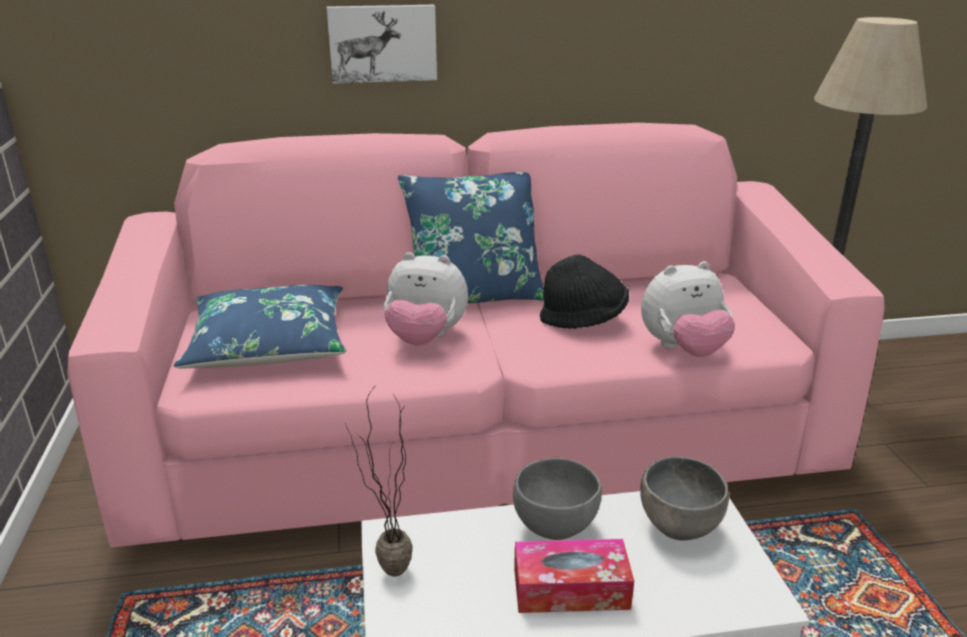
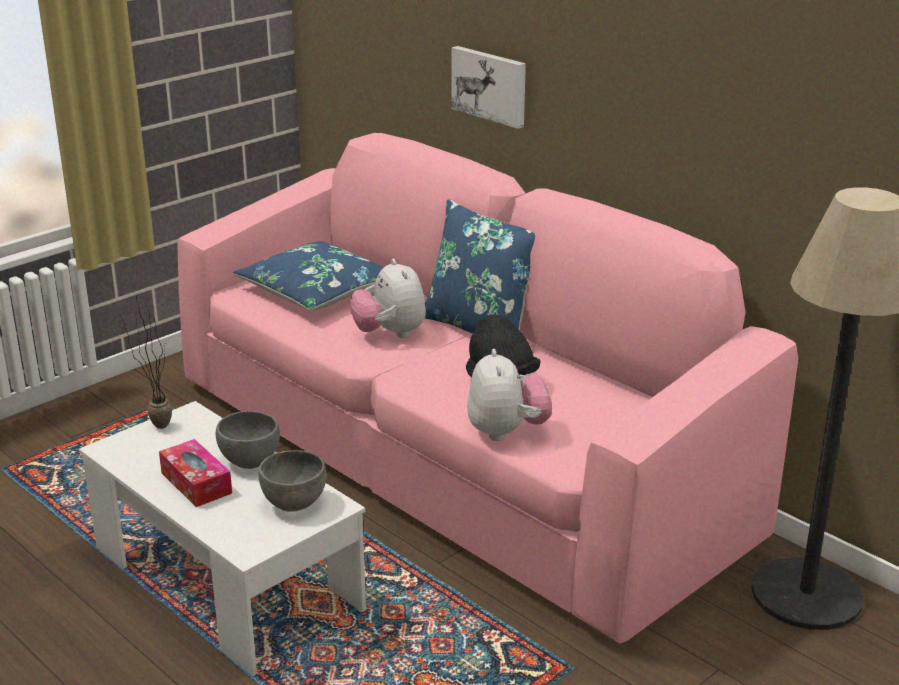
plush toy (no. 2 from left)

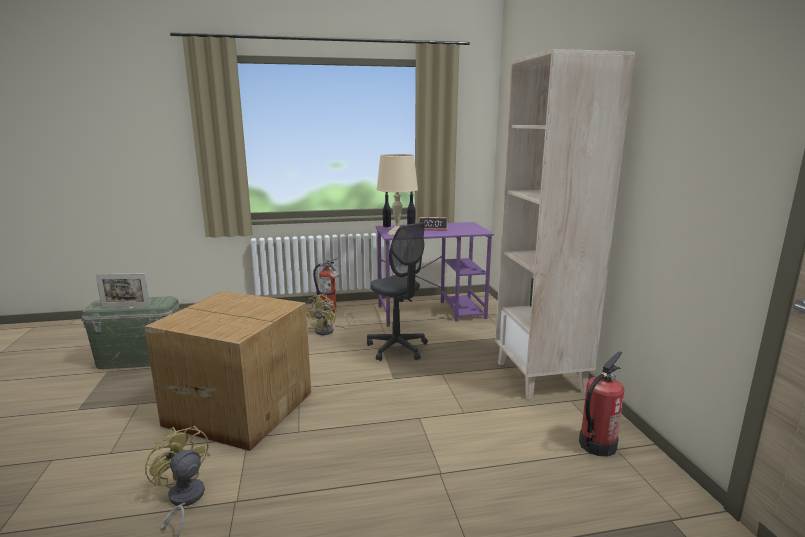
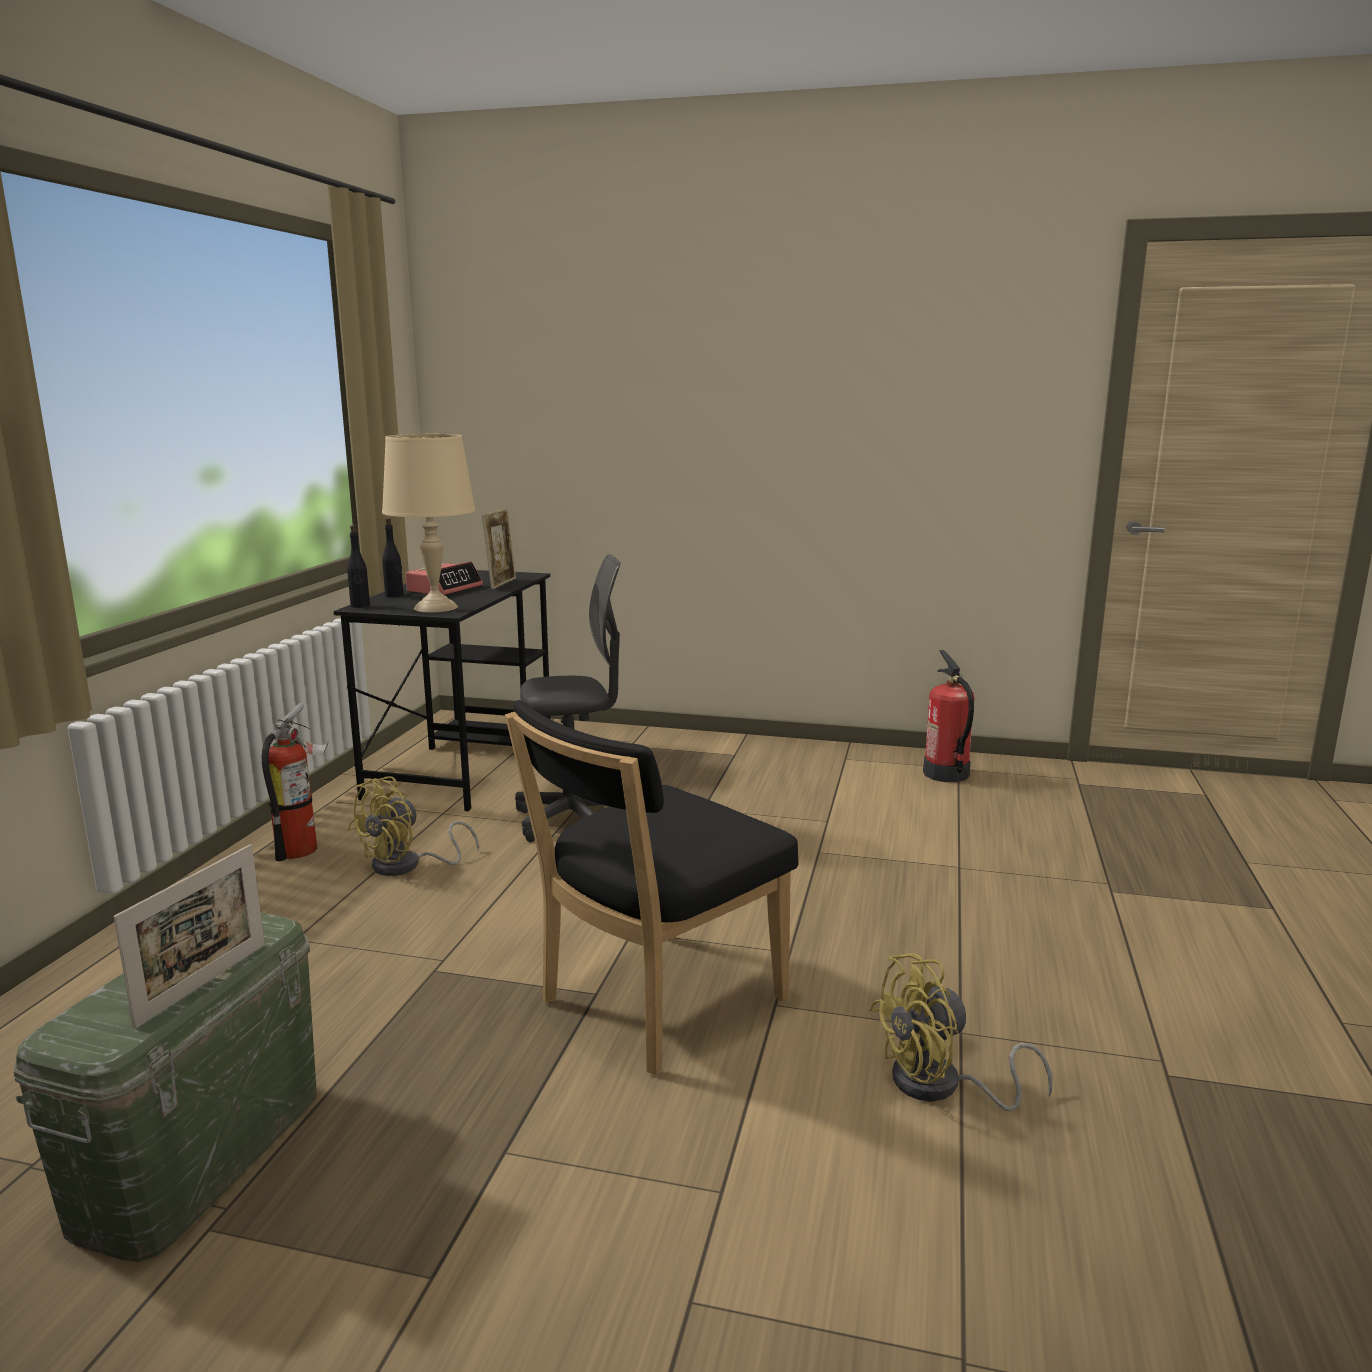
chair in black
fan in yellow (no. 1 from left)
desk in black
bookcase in beige
picture frame (no. 2 from left)

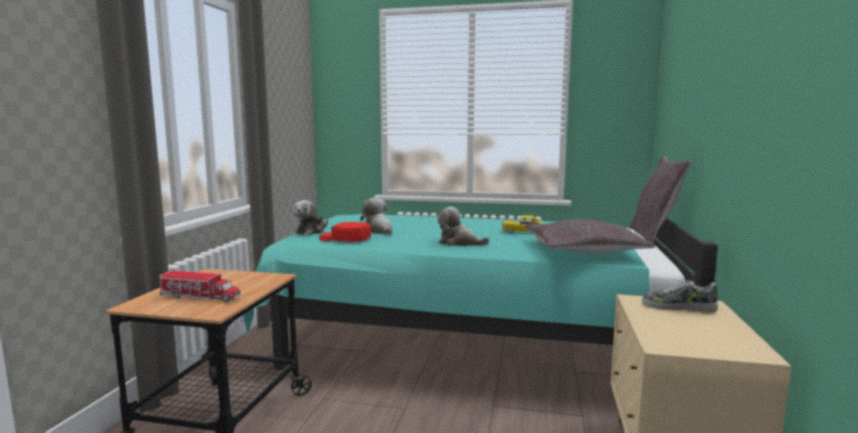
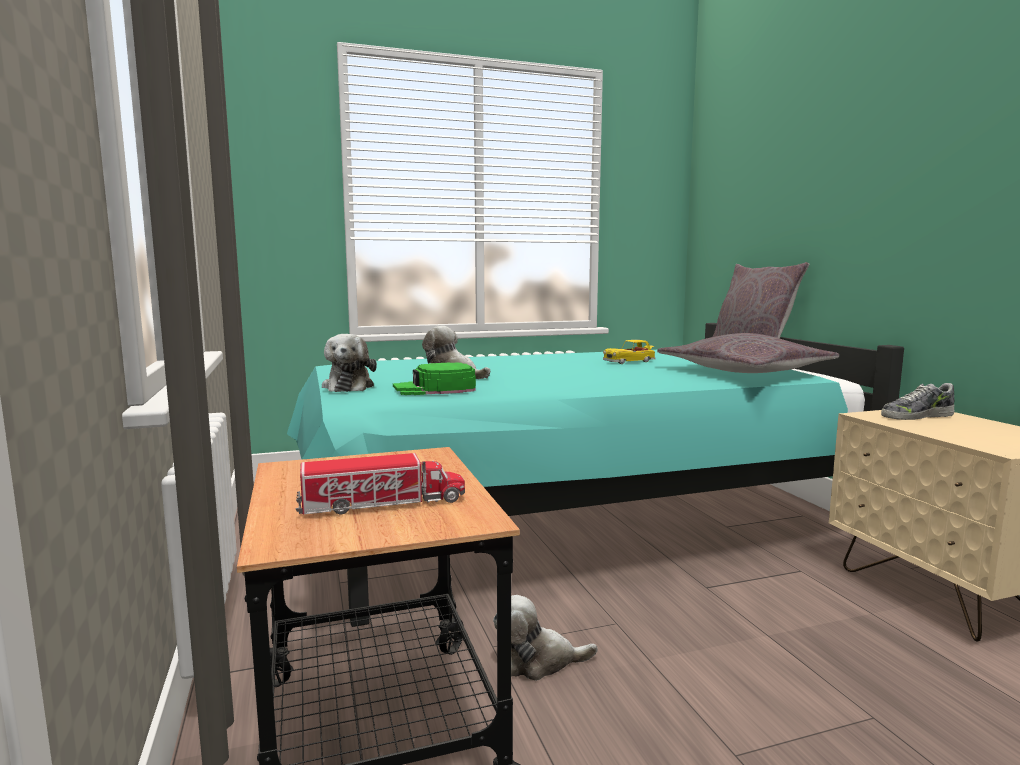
cap in green
plush toy (no. 3 from left)

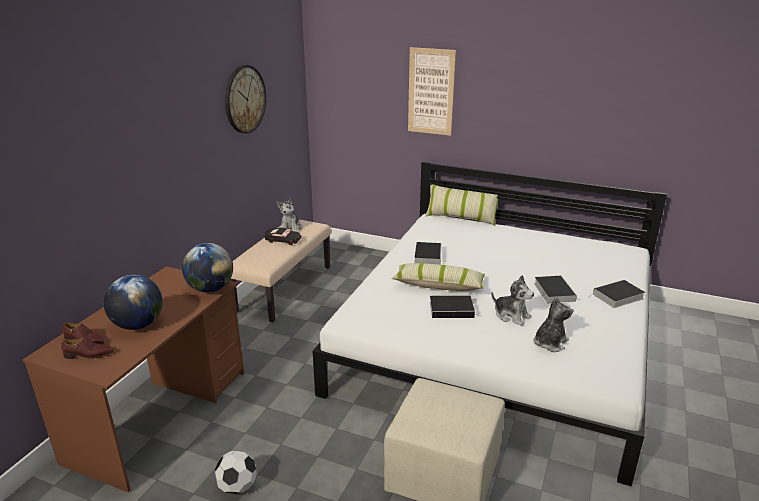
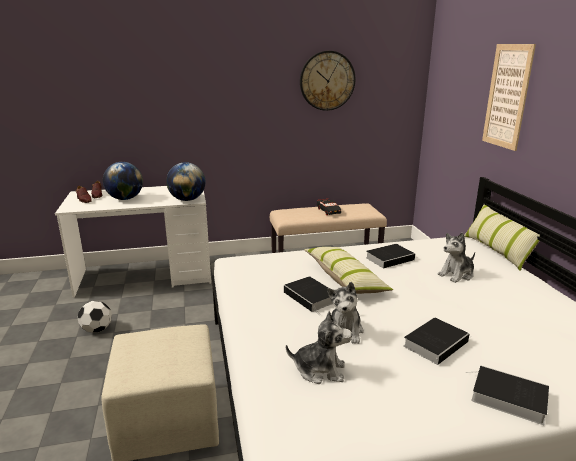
desk in white
plush toy (no. 3 from left)

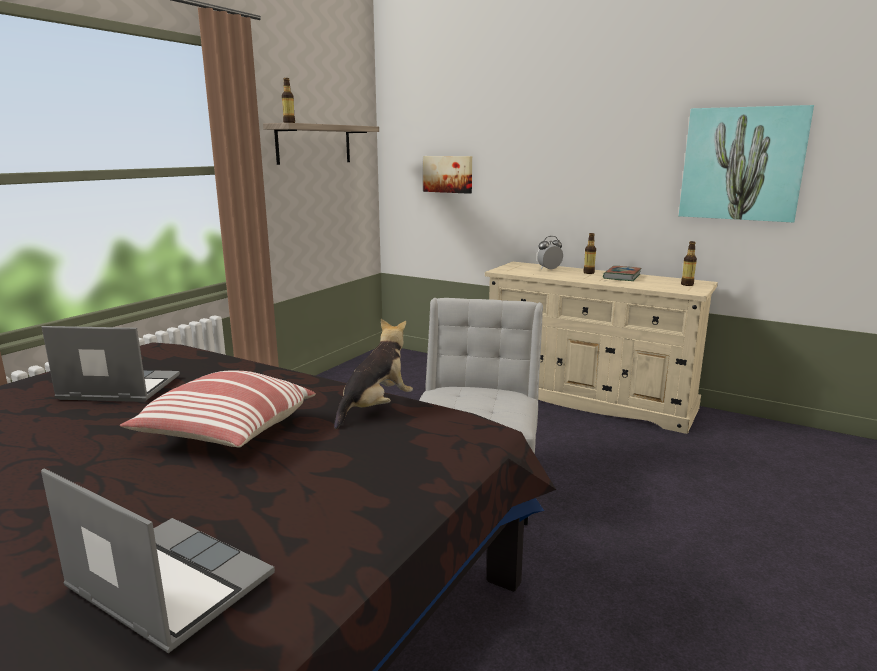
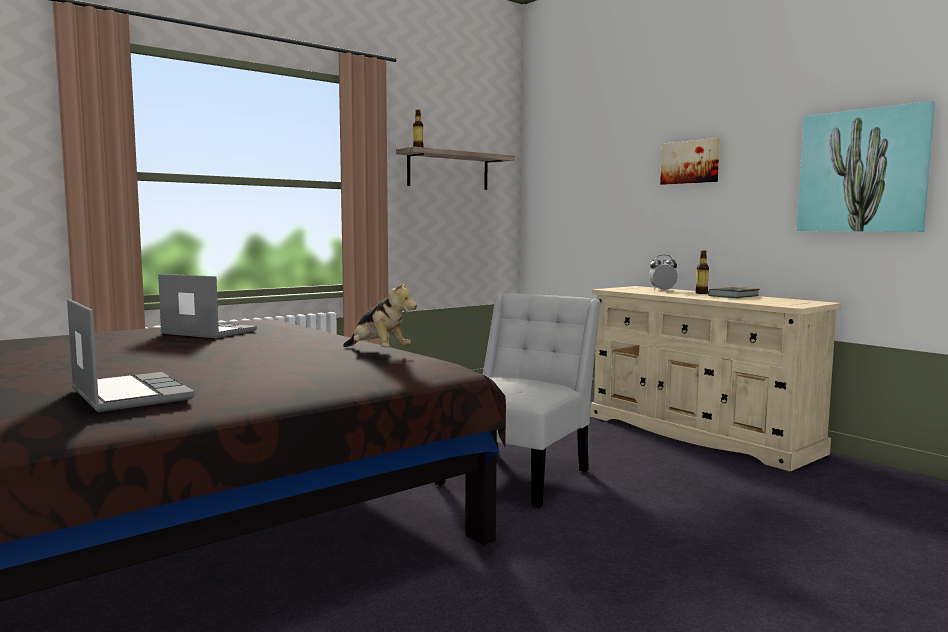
pillow
plush toy
picture (no. 1 from left)
bottle (no. 3 from left in the first image)

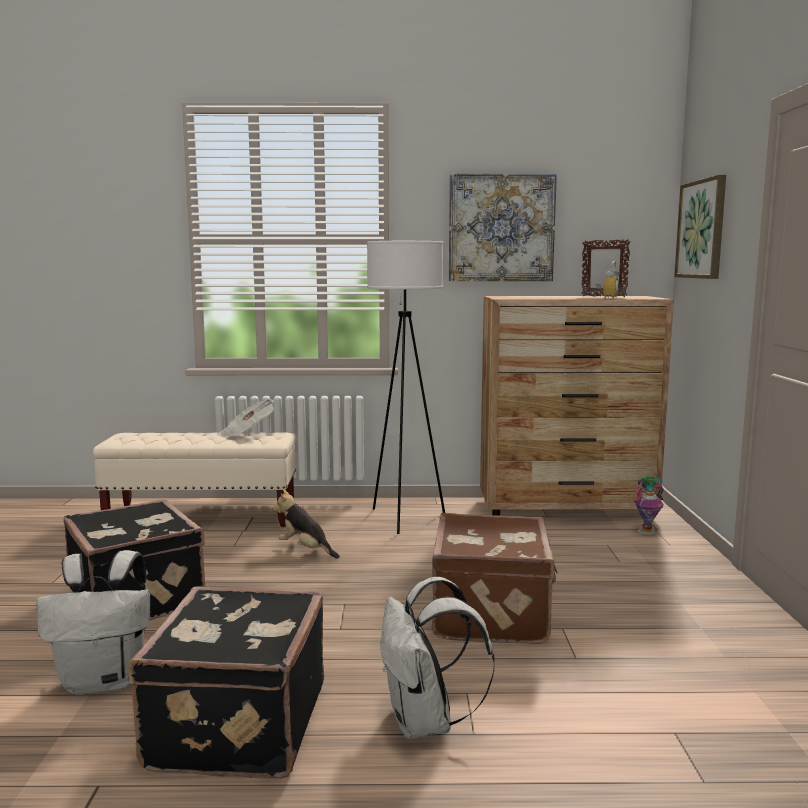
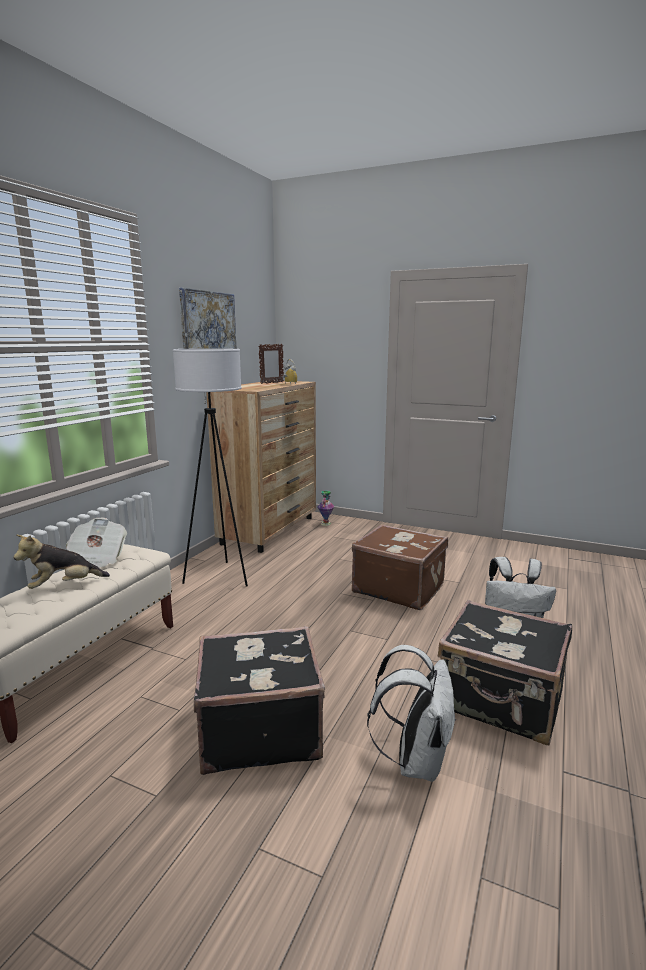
plush toy
picture (no. 2 from left in the first image)

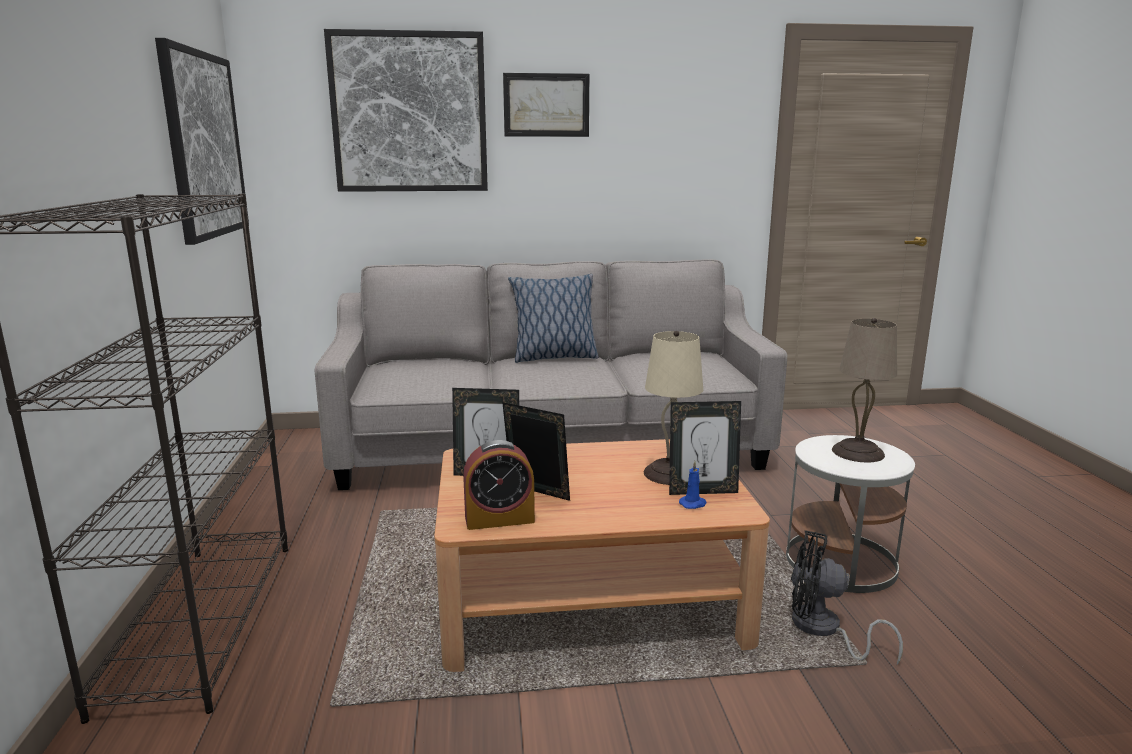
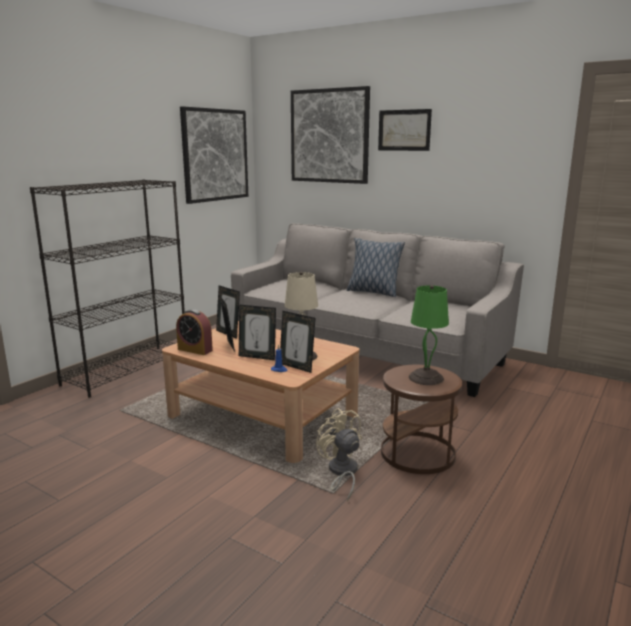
side table in brown
fan in beige
table lamp in green
picture frame (no. 3 from left)

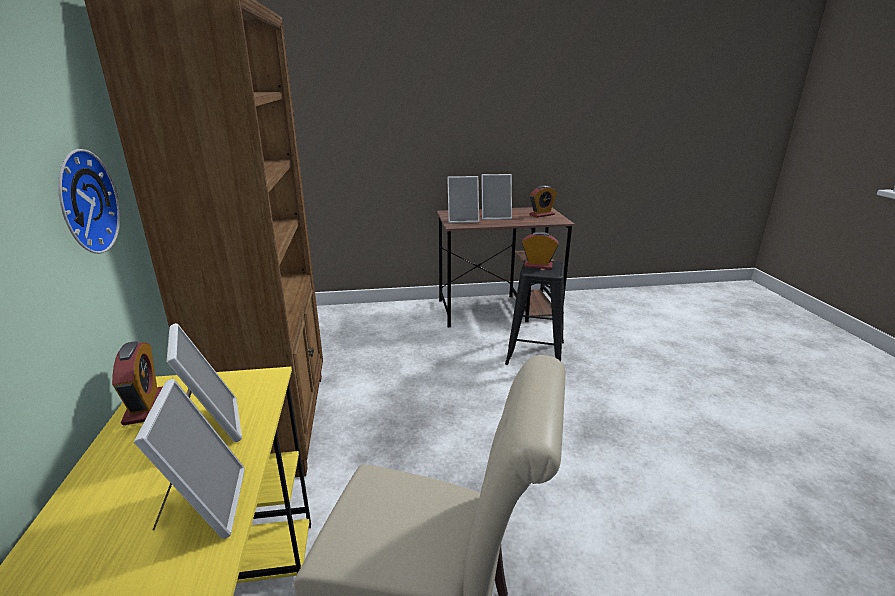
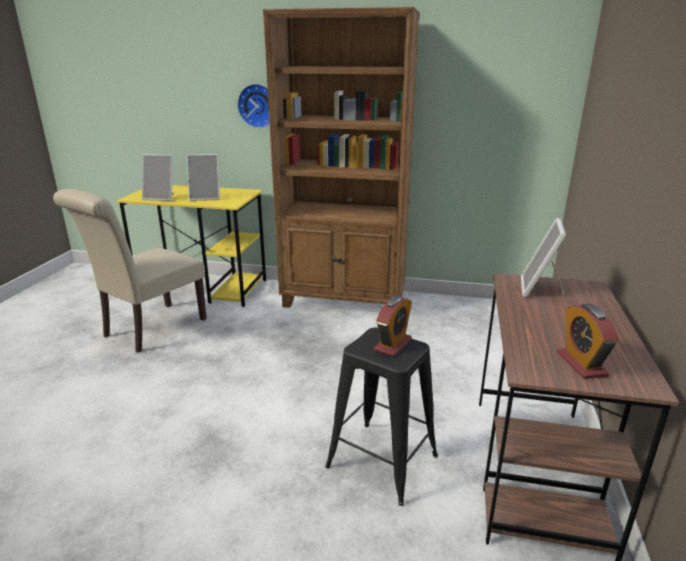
alarm clock (no. 1 from left in the first image)
picture frame (no. 4 from left in the first image)

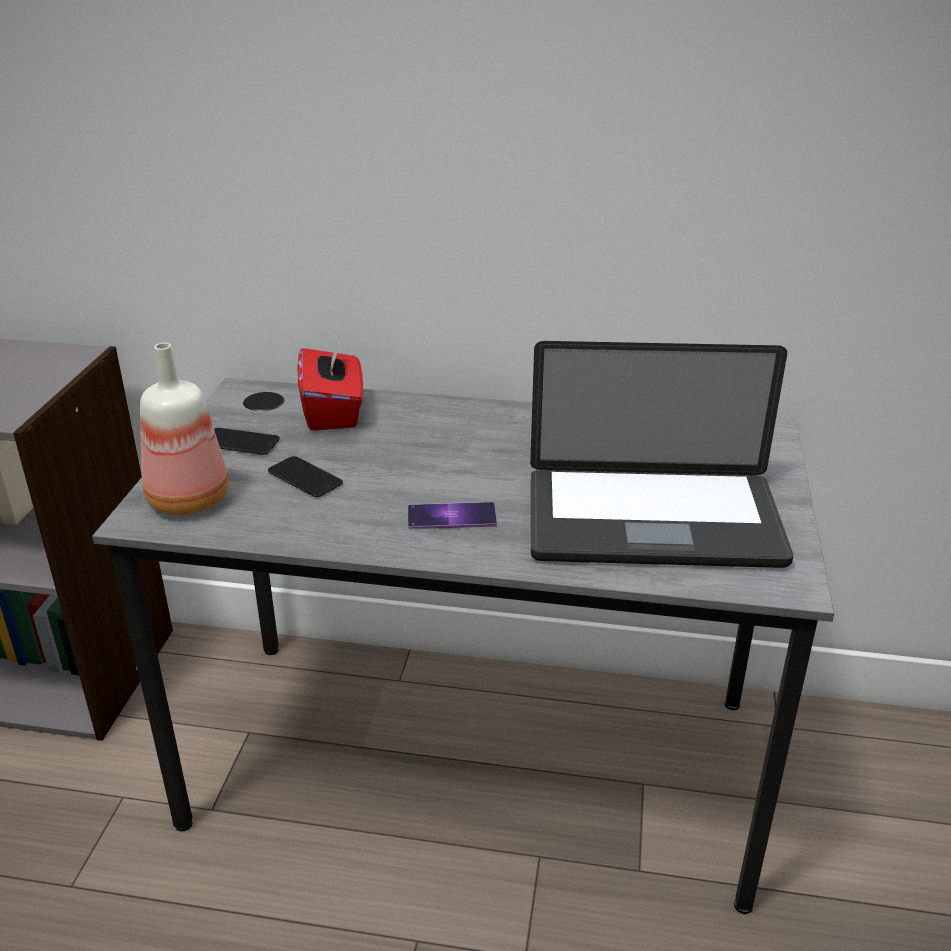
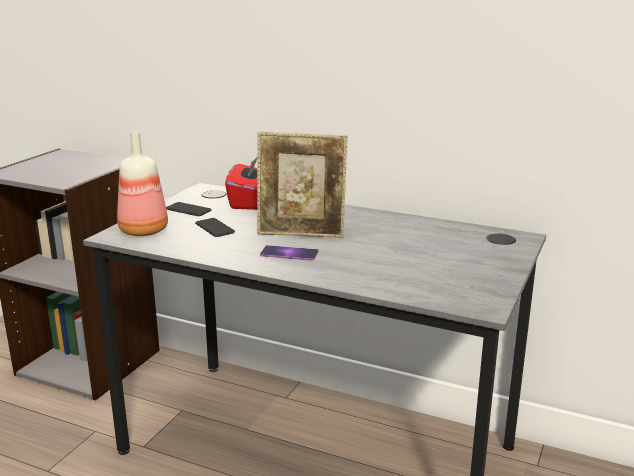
laptop
picture frame

